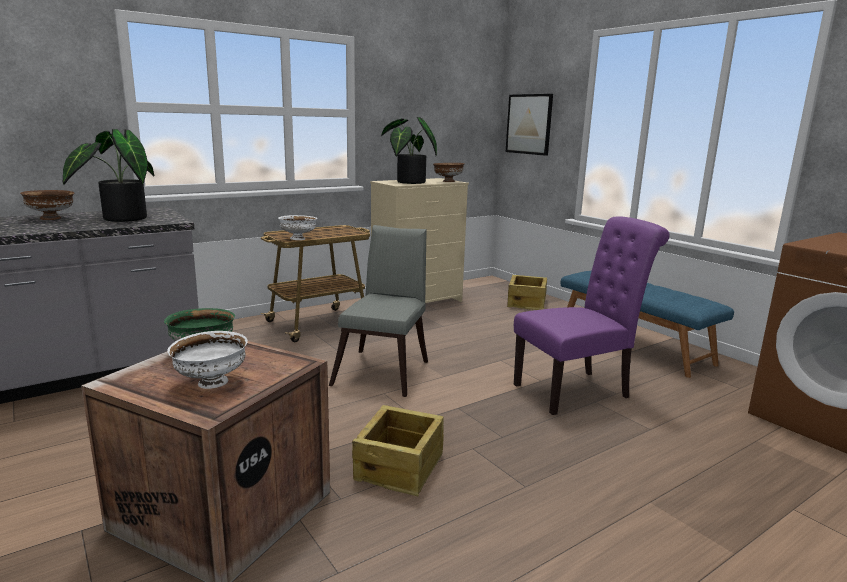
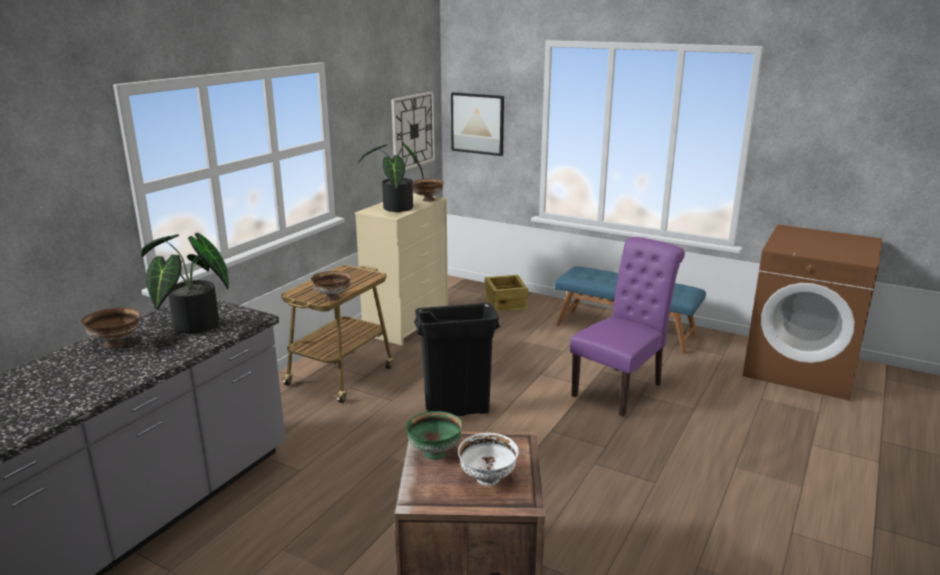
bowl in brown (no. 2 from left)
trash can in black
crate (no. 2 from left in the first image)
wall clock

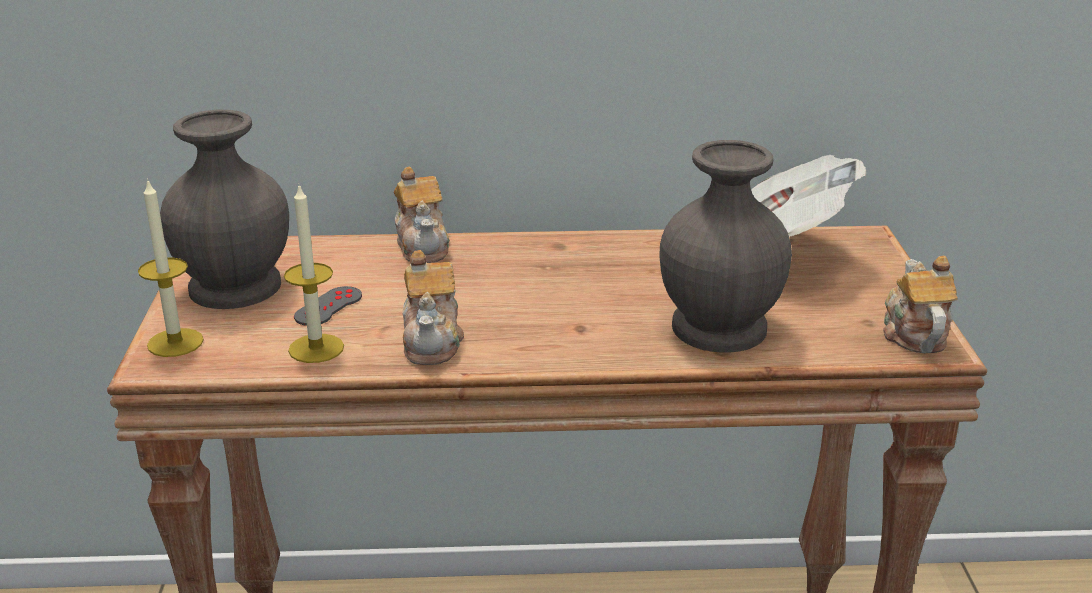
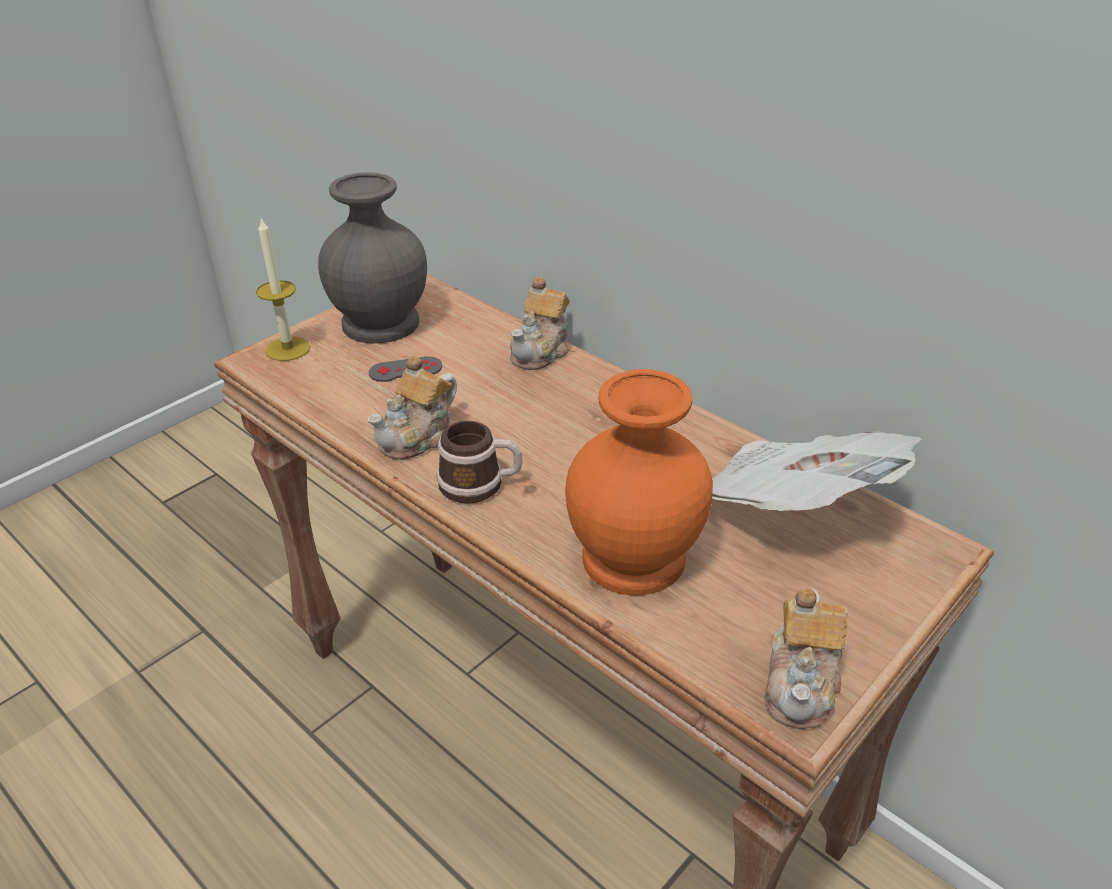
candle (no. 2 from left in the first image)
vase in orange
teapot (no. 3 from left)
mug

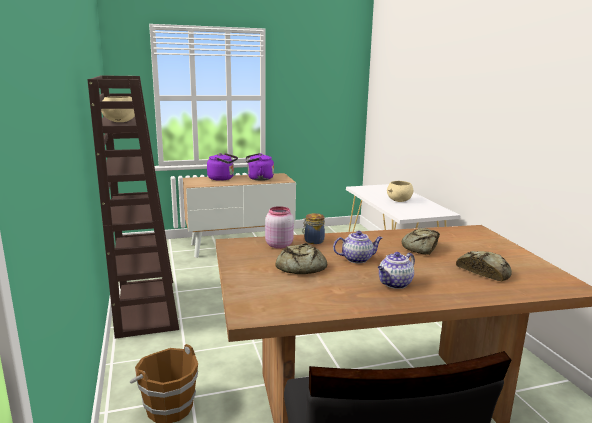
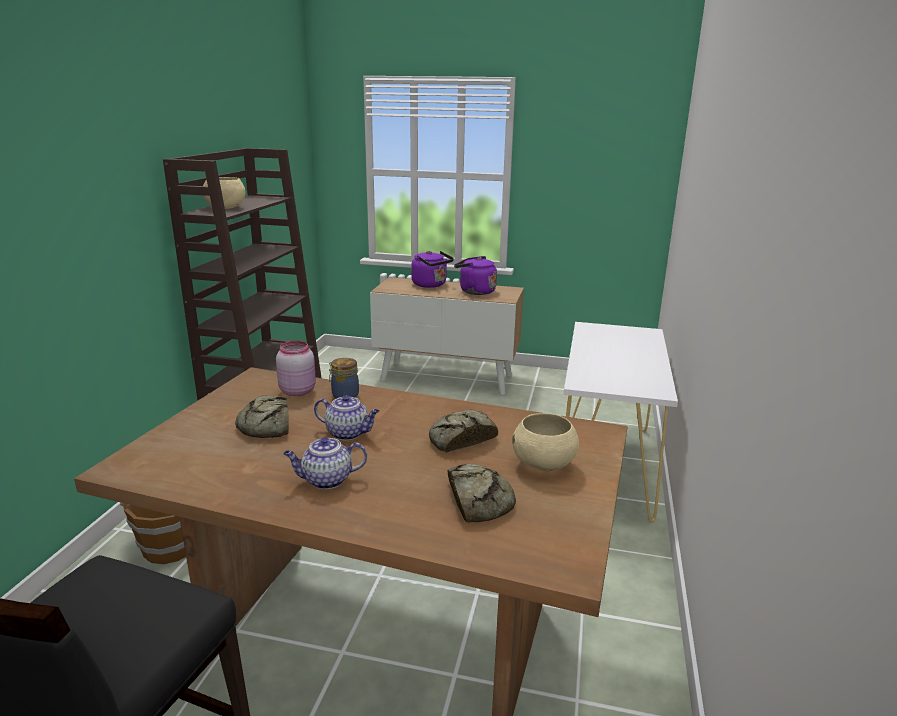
bowl in beige (no. 2 from left)

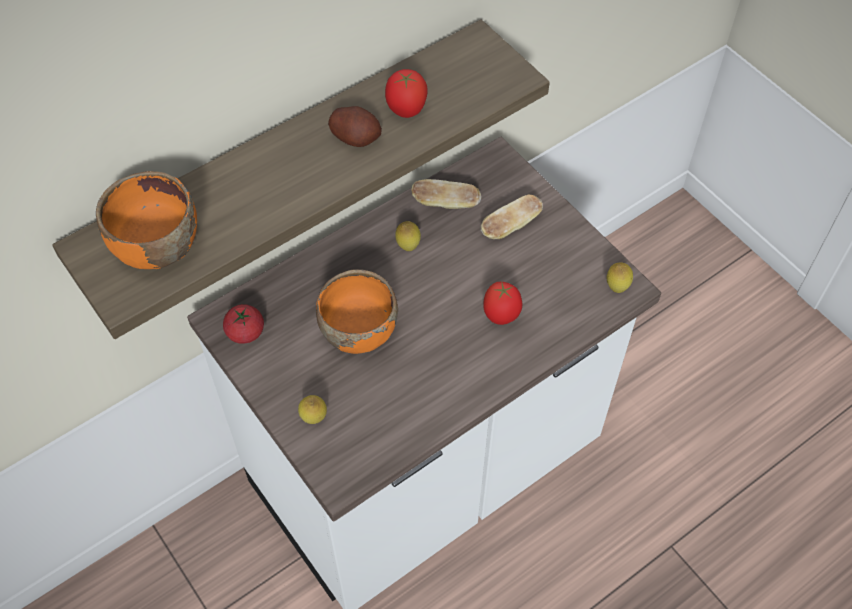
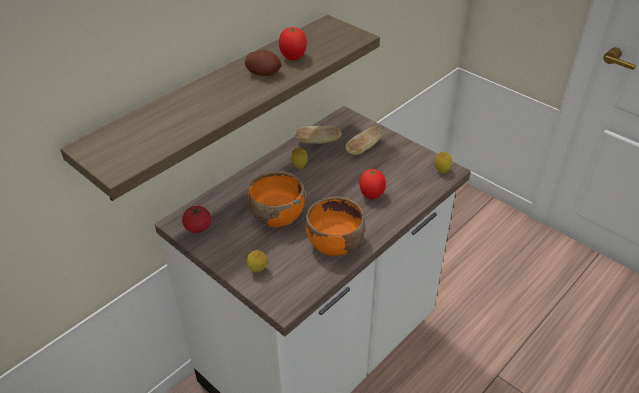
bowl in orange (no. 2 from left)

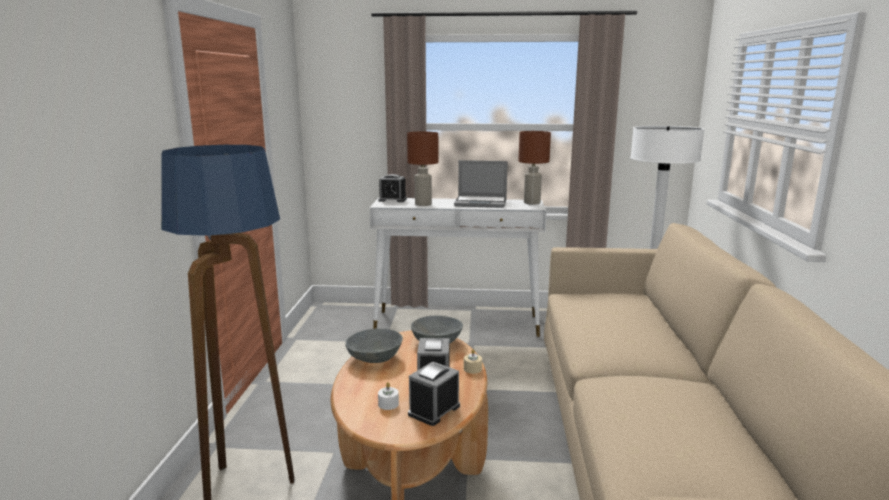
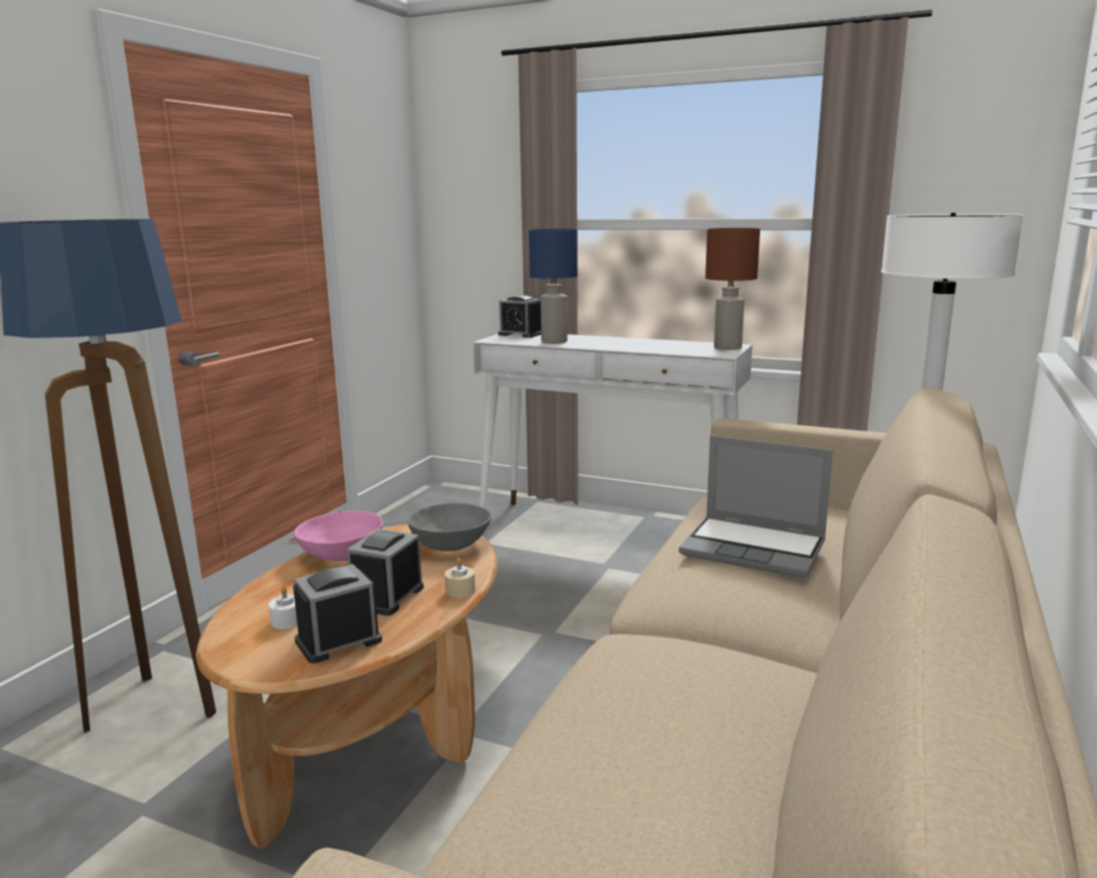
bowl in pink
table lamp in blue
laptop

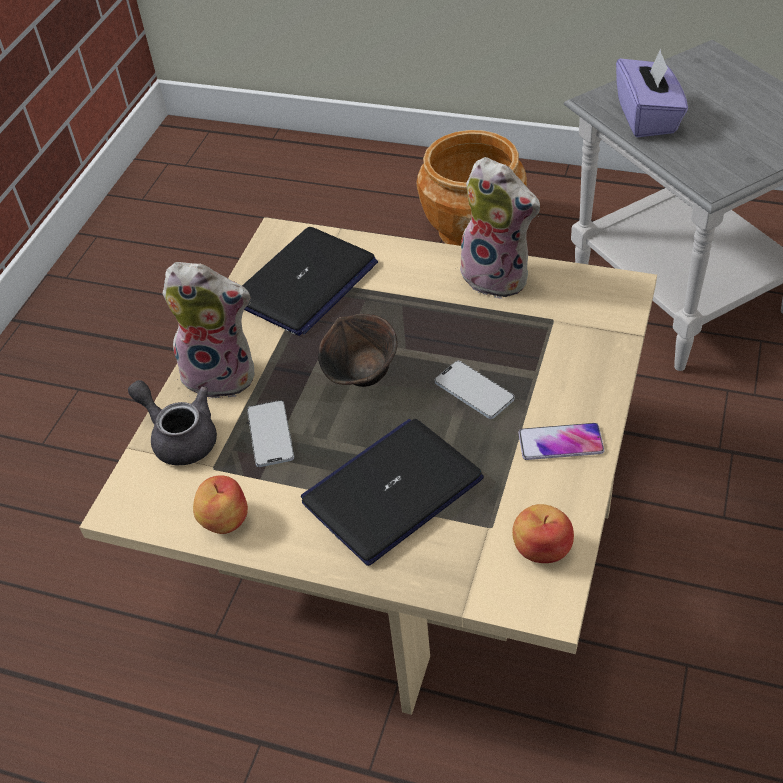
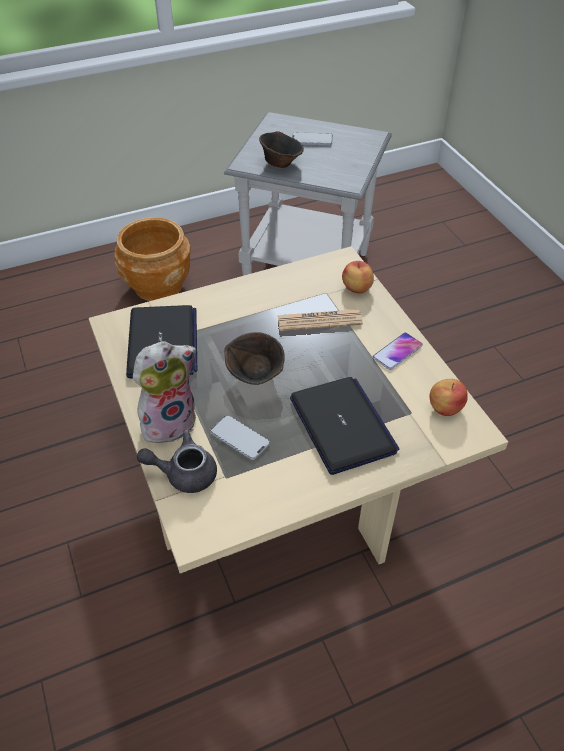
apple (no. 1 from left)
laptop (no. 2 from left)
phone (no. 2 from left)
plush toy (no. 2 from left in the first image)
bowl in brown (no. 2 from left)
newspaper

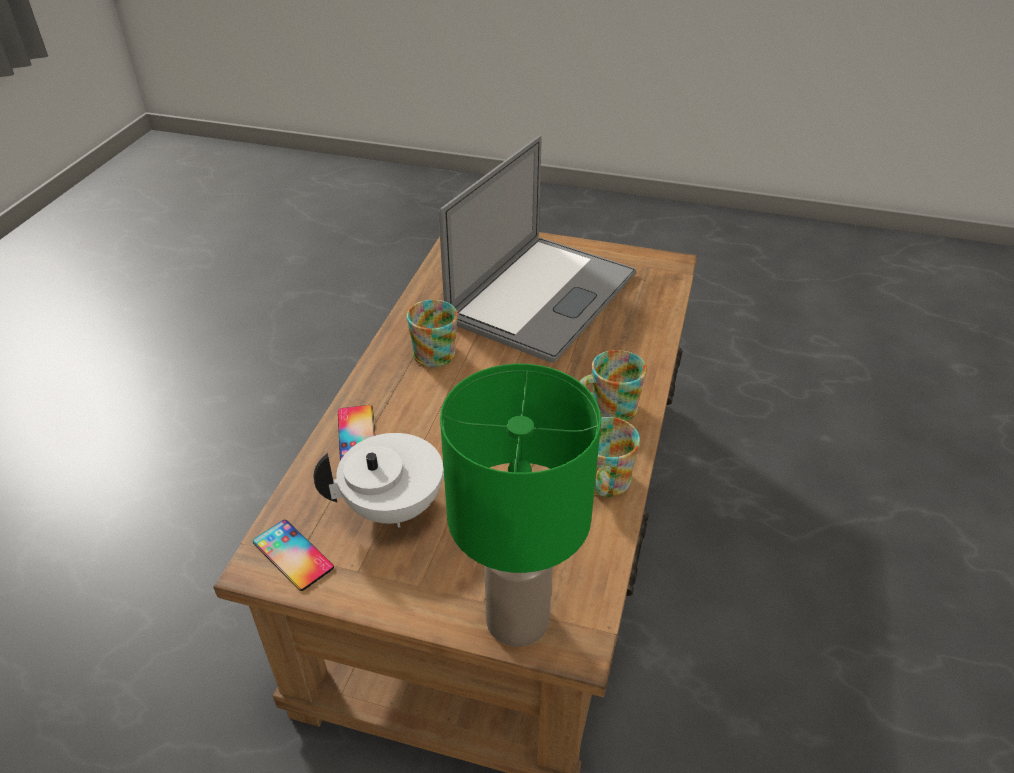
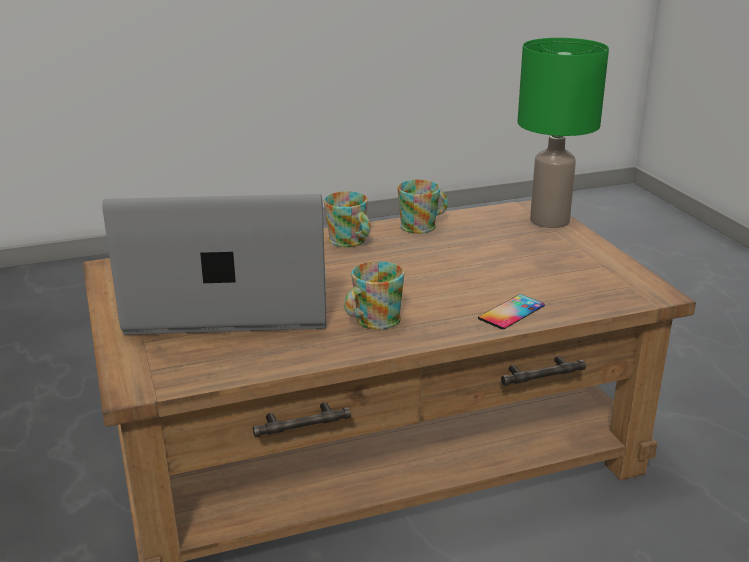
phone (no. 1 from left in the first image)
teapot in white

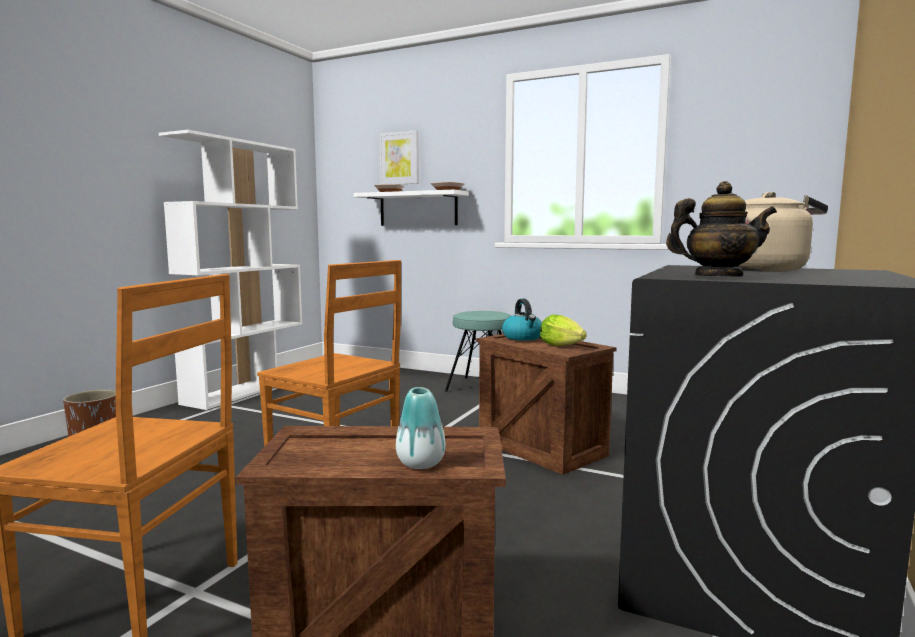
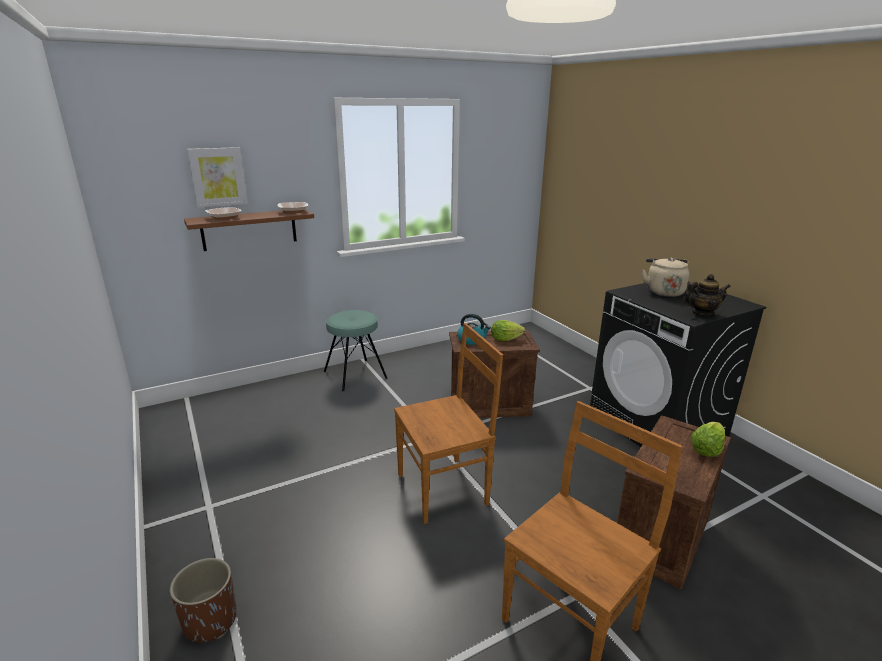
bookcase in white
shelf in brown
lettuce (no. 2 from left)
teapot

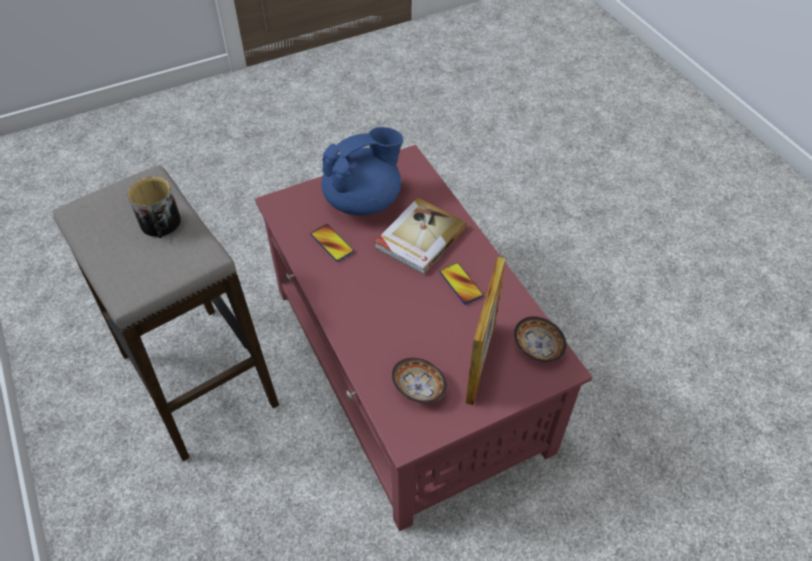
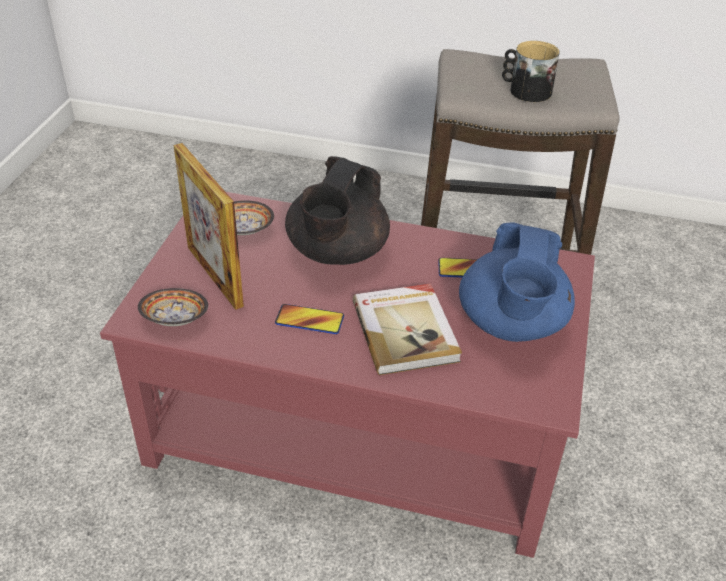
teapot in black

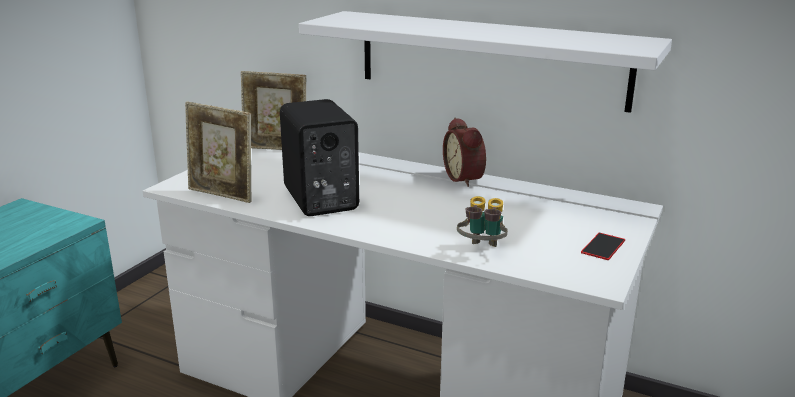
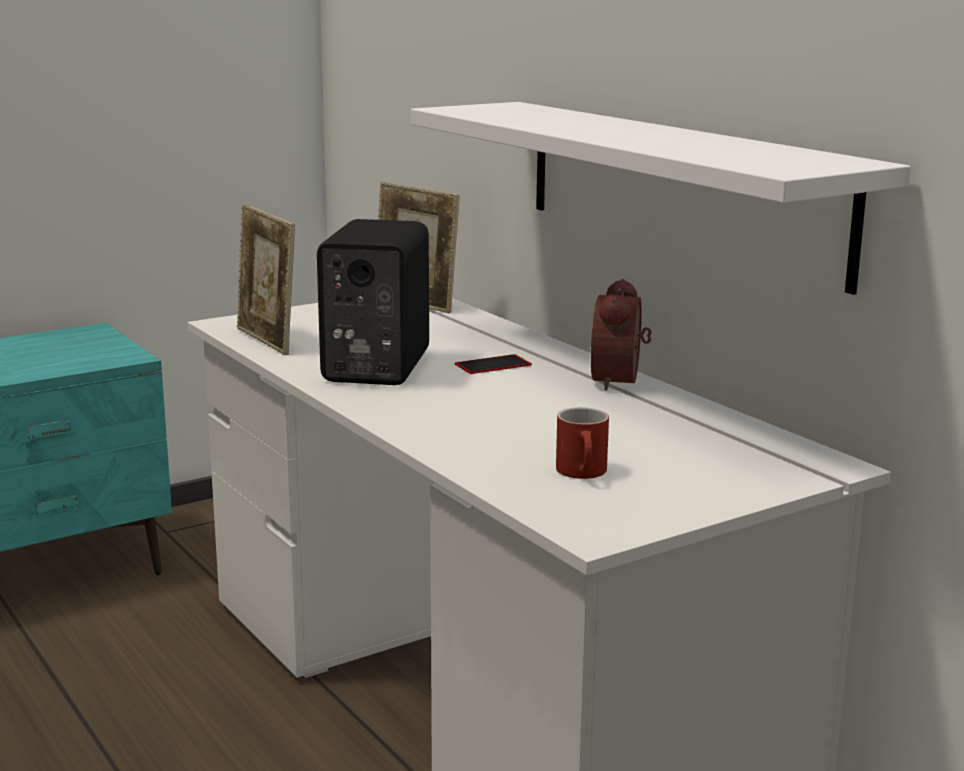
binoculars
phone
mug in red

